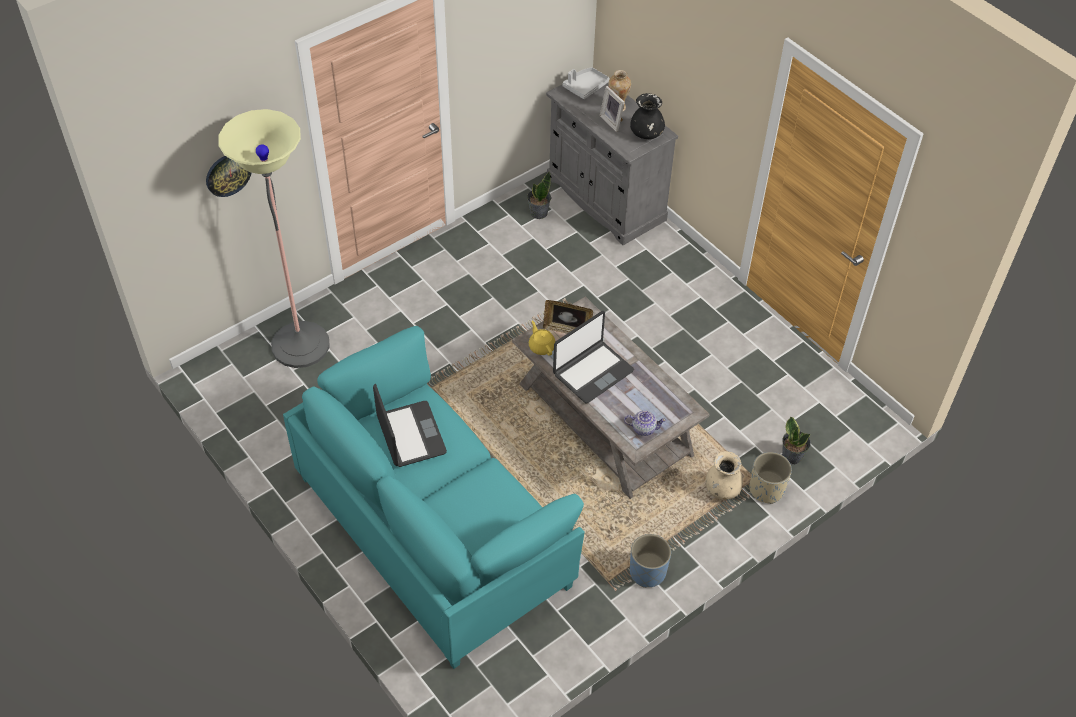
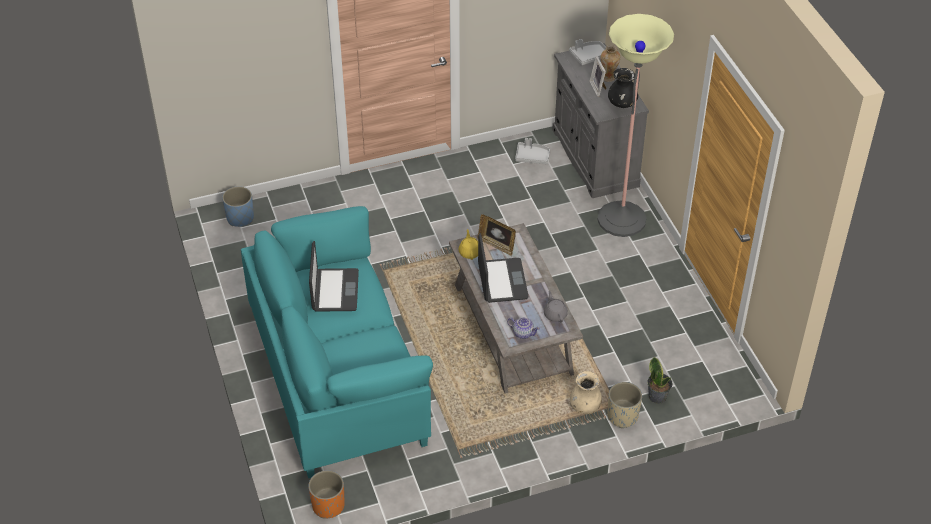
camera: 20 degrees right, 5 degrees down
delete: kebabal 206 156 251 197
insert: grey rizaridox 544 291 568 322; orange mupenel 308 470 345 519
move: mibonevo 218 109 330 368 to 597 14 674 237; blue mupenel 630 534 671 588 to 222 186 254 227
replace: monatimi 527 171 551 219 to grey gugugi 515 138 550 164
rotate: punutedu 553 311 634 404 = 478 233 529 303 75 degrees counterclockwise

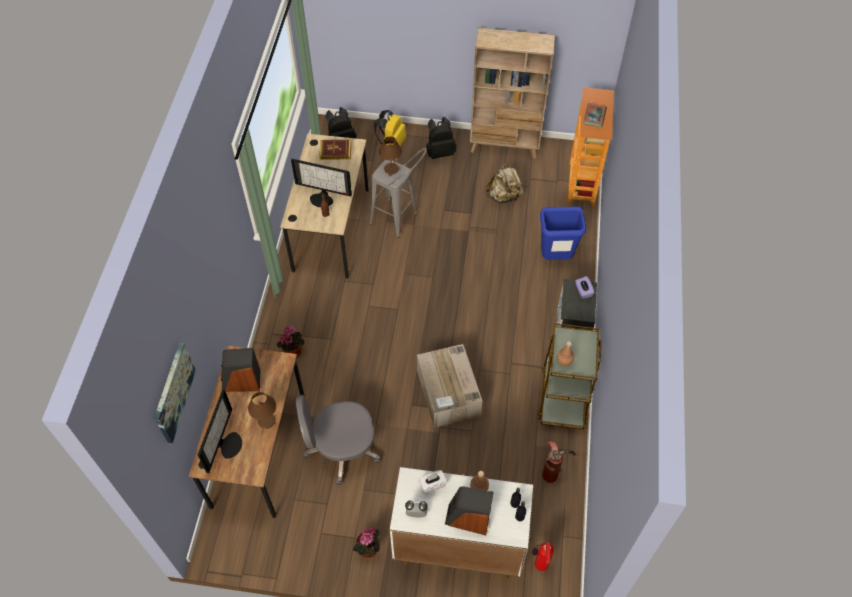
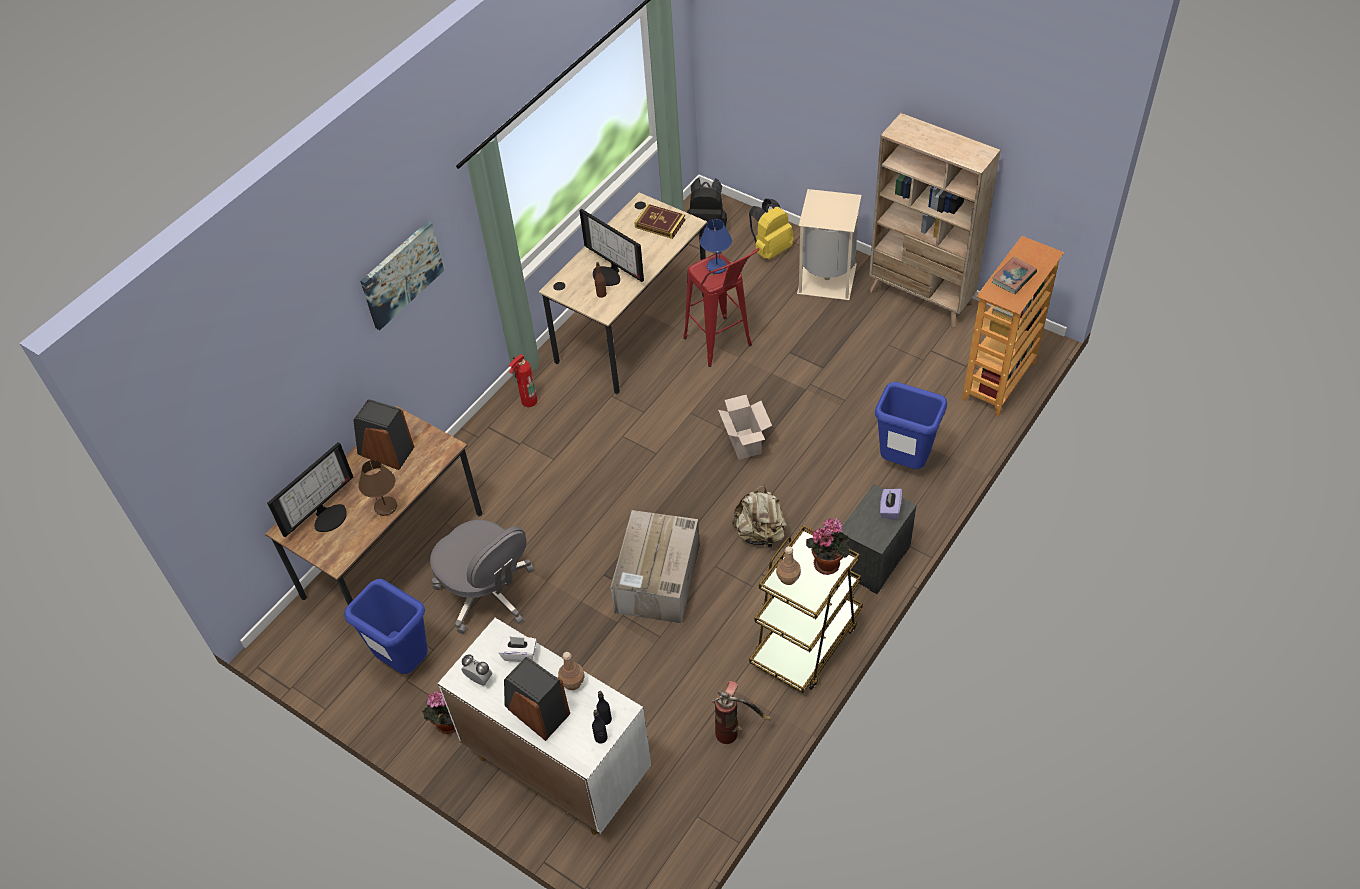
camera: 30 degrees right, 5 degrees down
insert: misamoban 718 395 772 460; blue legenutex 344 579 428 674
move: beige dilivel 486 164 523 203 to 732 485 787 550; monatimi 277 325 305 358 to 806 517 850 575; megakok 154 342 196 443 to 360 221 444 330; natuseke 532 542 554 571 to 508 354 537 407
replace: black dilivel 426 117 456 159 to beige legenutex 797 189 862 300
recolor: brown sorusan 379 136 402 174 to blue sorusan 700 219 732 274; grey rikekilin 370 148 427 238 to red rikekilin 683 248 760 367
rotate: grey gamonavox 296 395 380 485 = 430 520 534 634 150 degrees counterclockwise

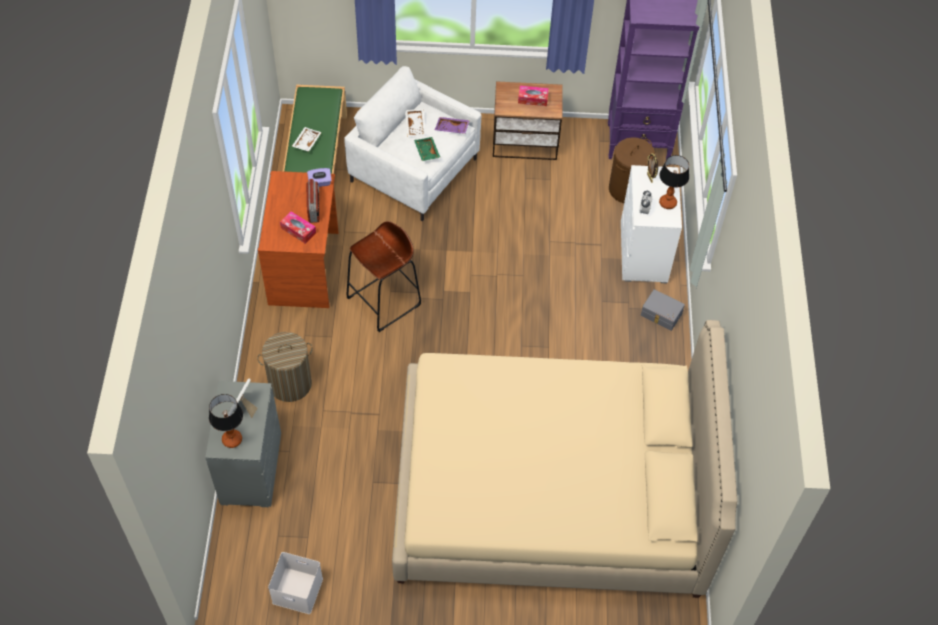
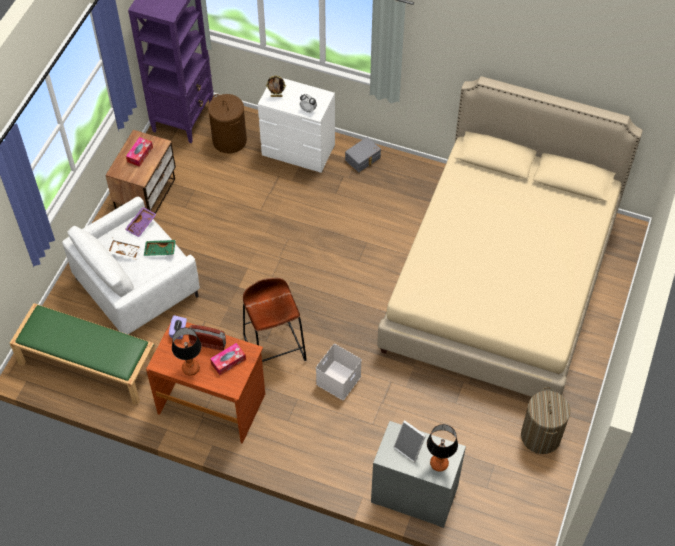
camera: 70 degrees left, 0 degrees up
delete: white gugugi 292 127 322 152
move: sorusan 659 155 689 209 to 172 328 202 376; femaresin 257 332 312 402 to 521 387 571 454; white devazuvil 268 552 323 614 to 316 344 362 400

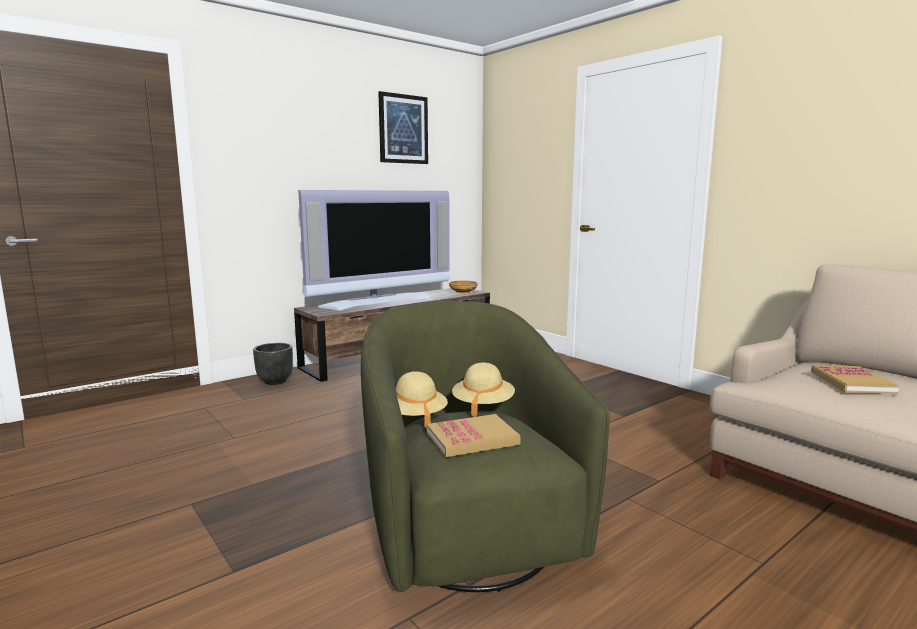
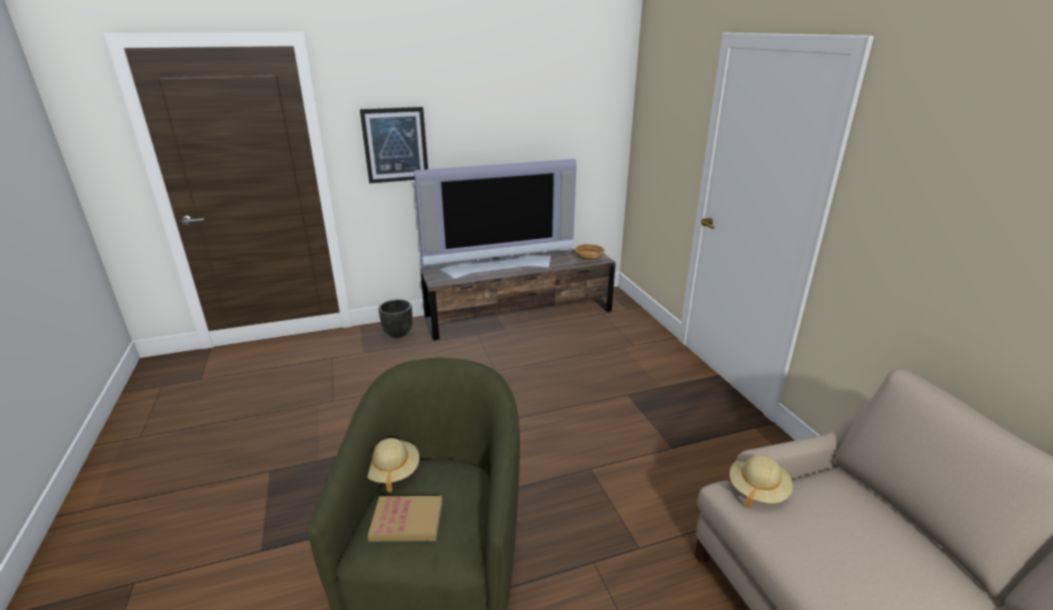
camera: 20 degrees right, 15 degrees up
delete: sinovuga 811 365 899 394
move: megakok 378 91 428 164 to 360 107 428 184; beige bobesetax 452 362 515 417 to 730 455 793 508

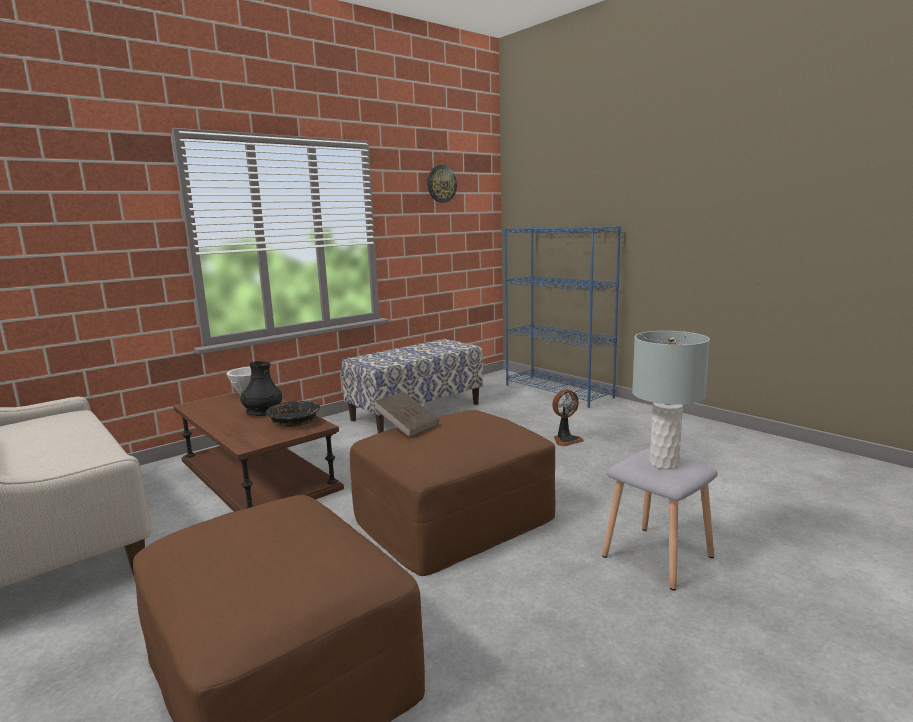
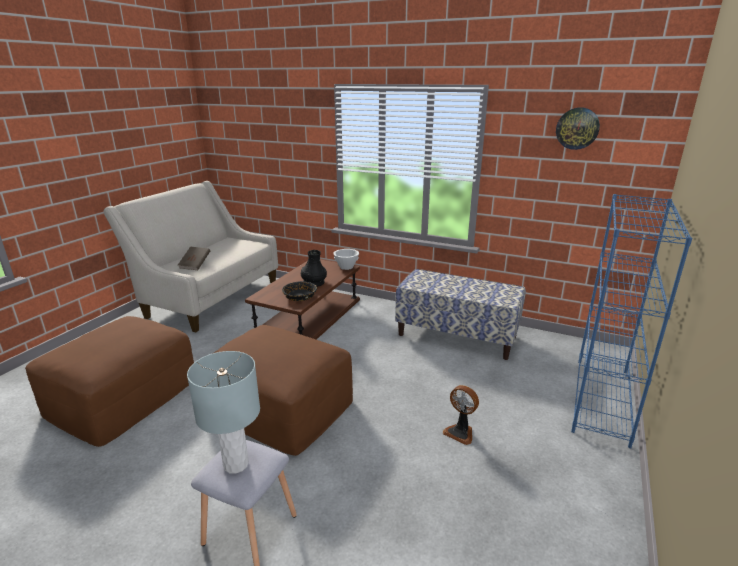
camera: 65 degrees right, 10 degrees up
move: brown sinovuga 373 391 439 437 to 178 247 210 270

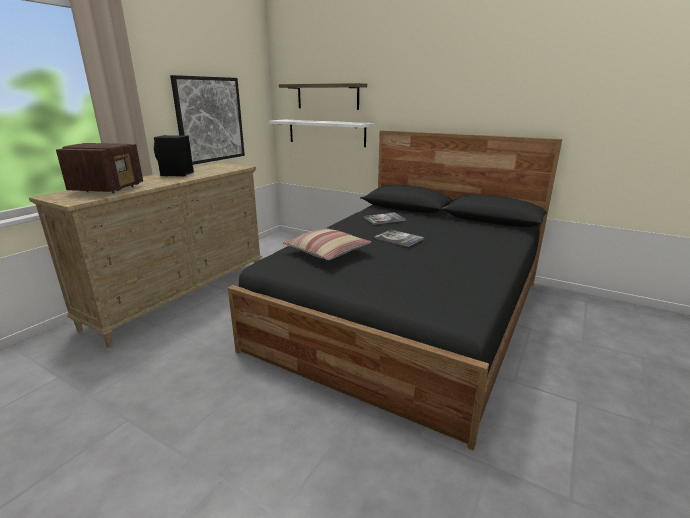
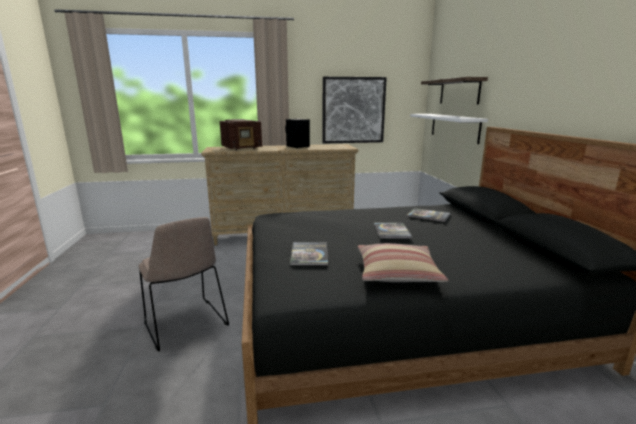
camera: 50 degrees right, 5 degrees down
insert: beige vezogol 139 217 229 352; sinovuga 290 242 328 266
move: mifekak 283 228 371 260 to 358 243 449 282

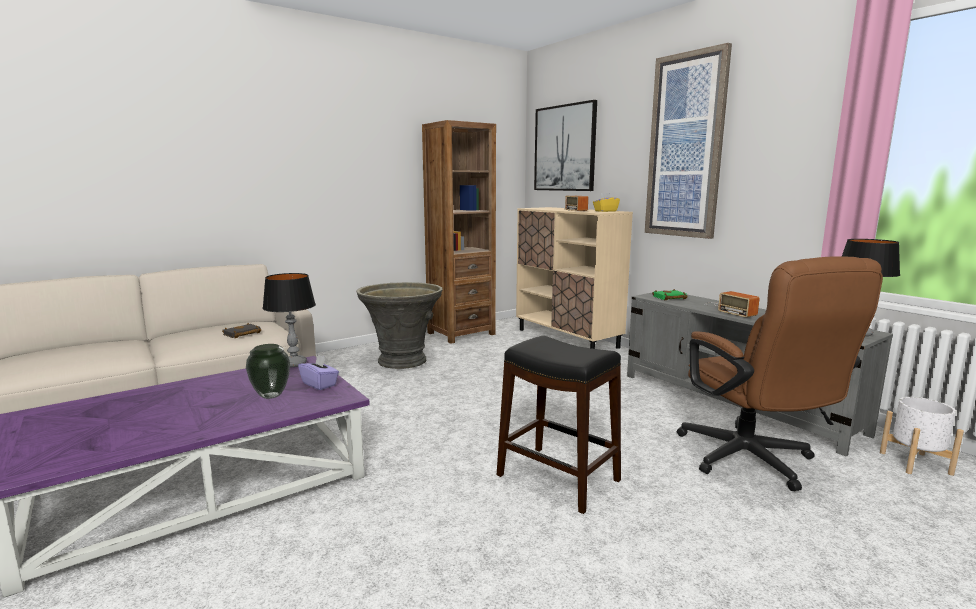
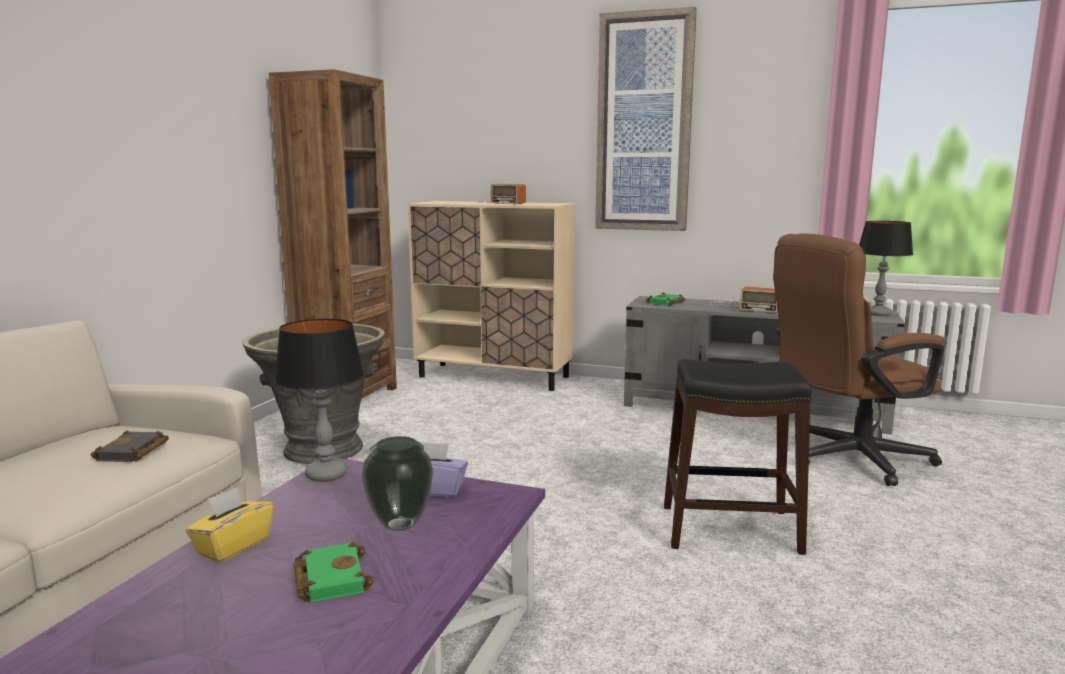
camera: 35 degrees left, 0 degrees up
delete: megakok 534 100 597 191; white mupenel 880 397 964 476
insert: green sinovuga 294 542 373 603
move: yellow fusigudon 593 193 620 212 to 186 487 274 562
rotate: brown gamonavox 677 256 883 491 = 774 233 944 486 120 degrees clockwise

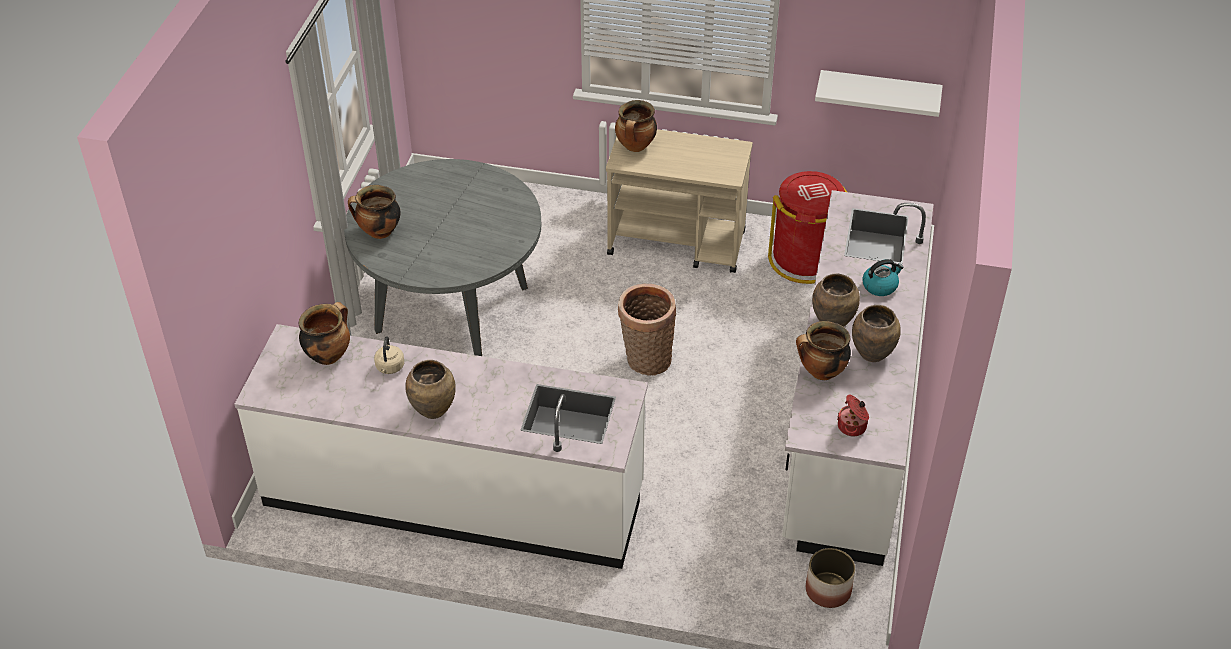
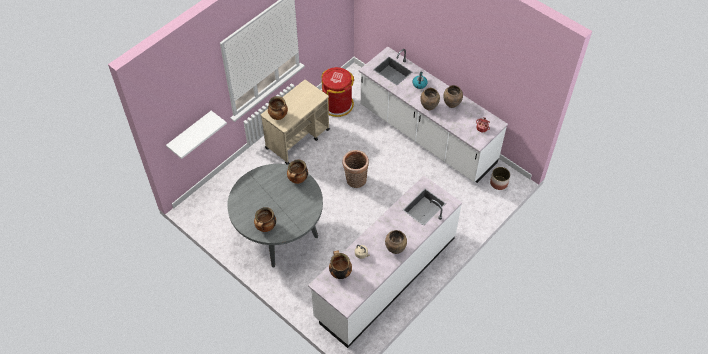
camera: 60 degrees left, 10 degrees up
move: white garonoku 815 70 943 117 to 166 111 227 159; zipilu 796 321 851 380 to 287 160 308 184

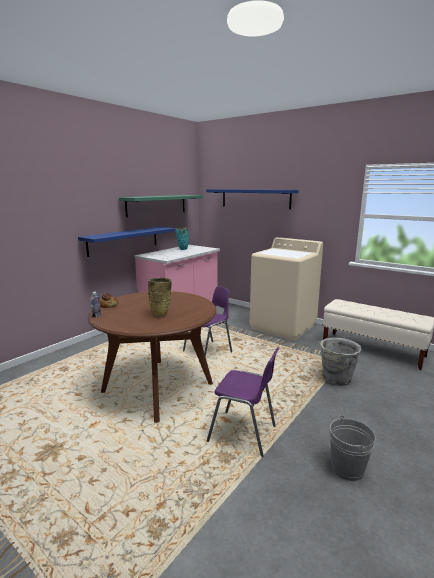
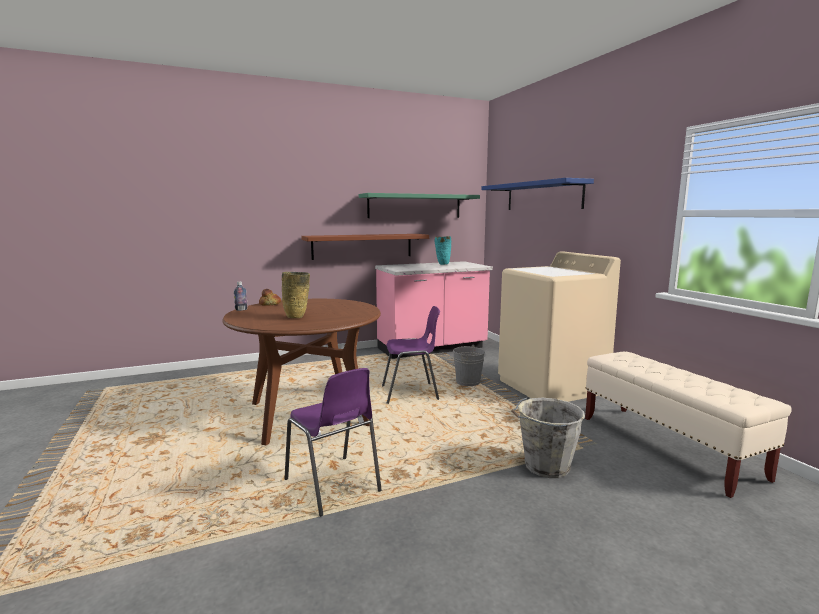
camera: 30 degrees right, 5 degrees down
move: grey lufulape 330 415 376 481 to 453 345 485 386
recolor: blue garonoku 78 227 175 257 to brown garonoku 301 234 429 260

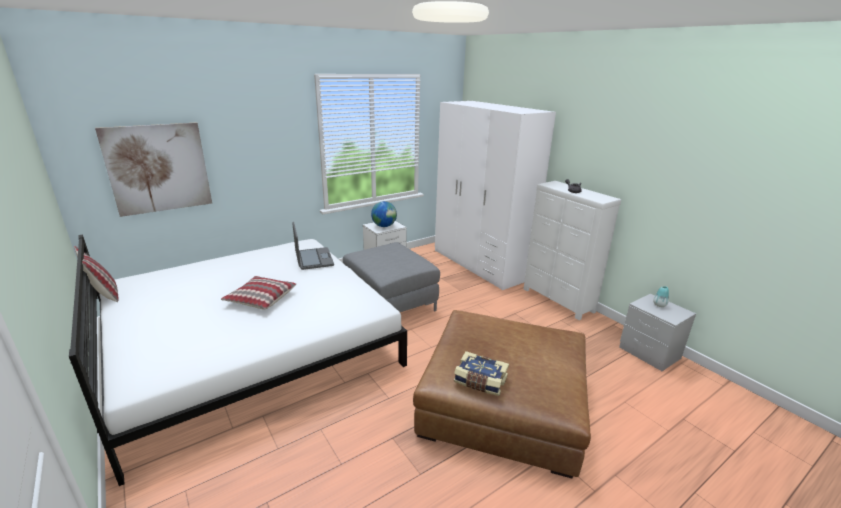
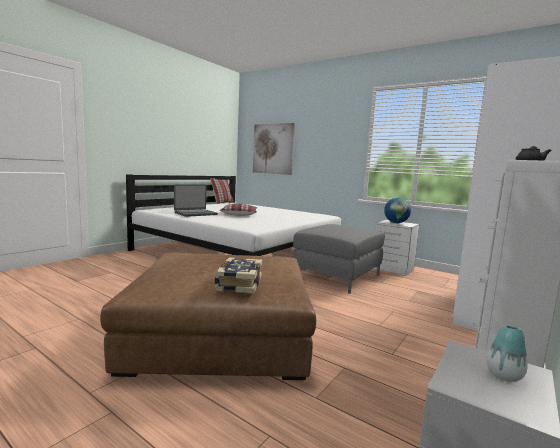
camera: 70 degrees right, 15 degrees down
move: punutedu 292 222 334 270 to 174 184 218 217; sinovuga 454 351 509 396 to 214 257 262 294

